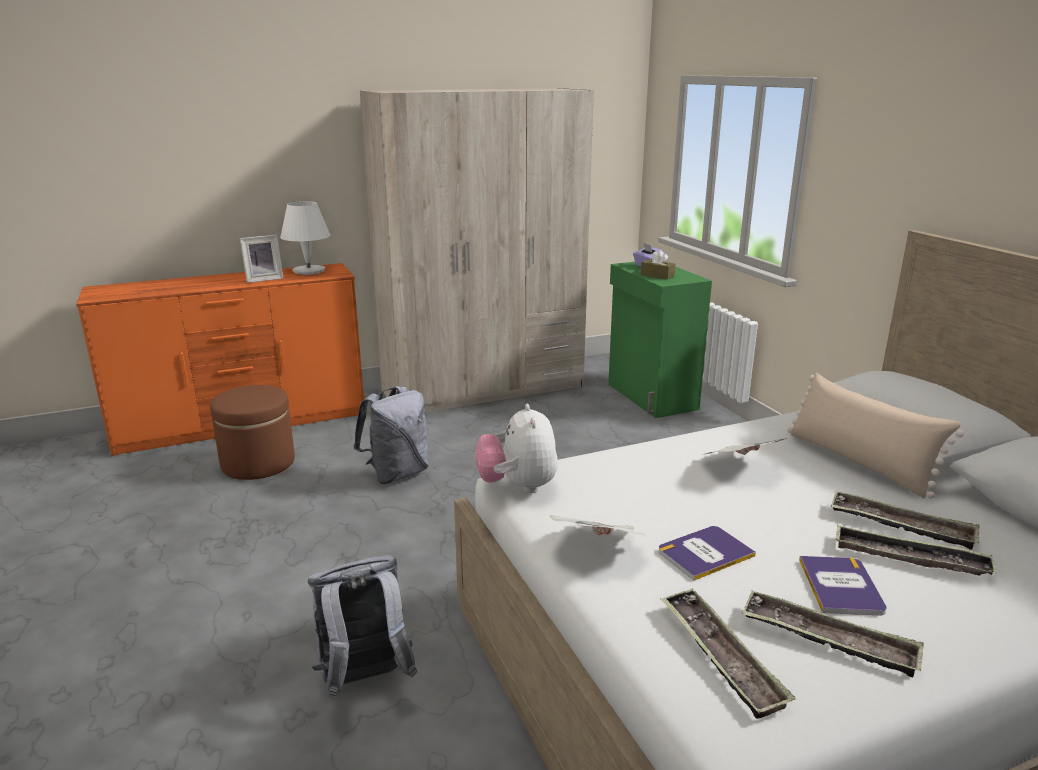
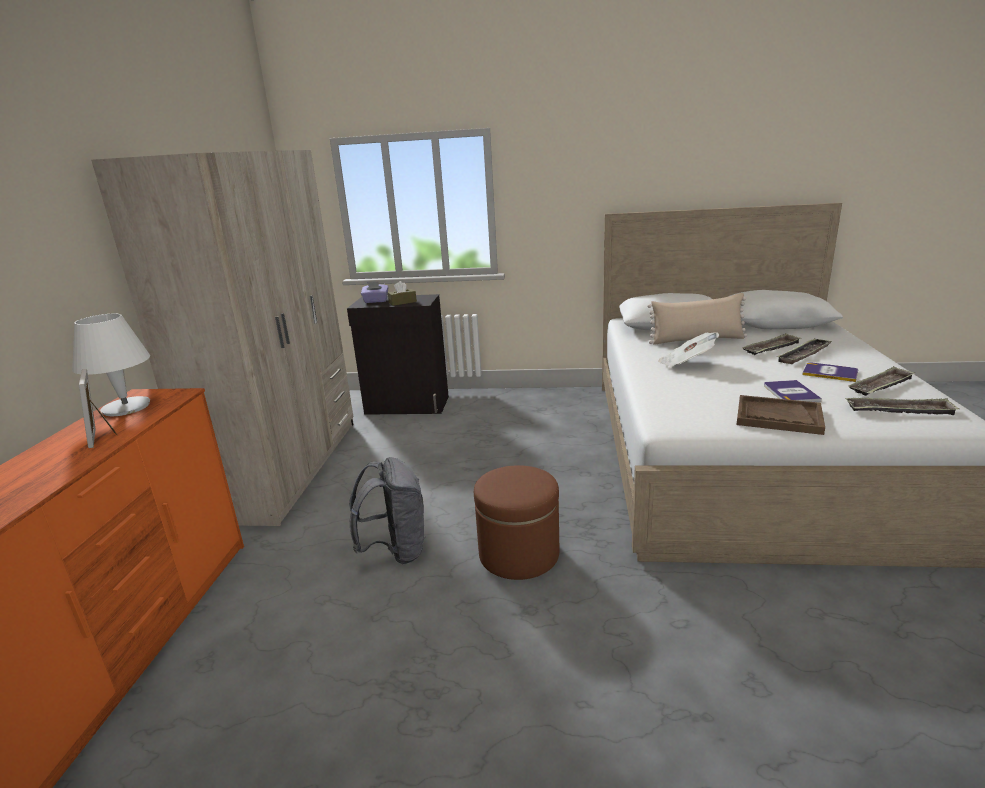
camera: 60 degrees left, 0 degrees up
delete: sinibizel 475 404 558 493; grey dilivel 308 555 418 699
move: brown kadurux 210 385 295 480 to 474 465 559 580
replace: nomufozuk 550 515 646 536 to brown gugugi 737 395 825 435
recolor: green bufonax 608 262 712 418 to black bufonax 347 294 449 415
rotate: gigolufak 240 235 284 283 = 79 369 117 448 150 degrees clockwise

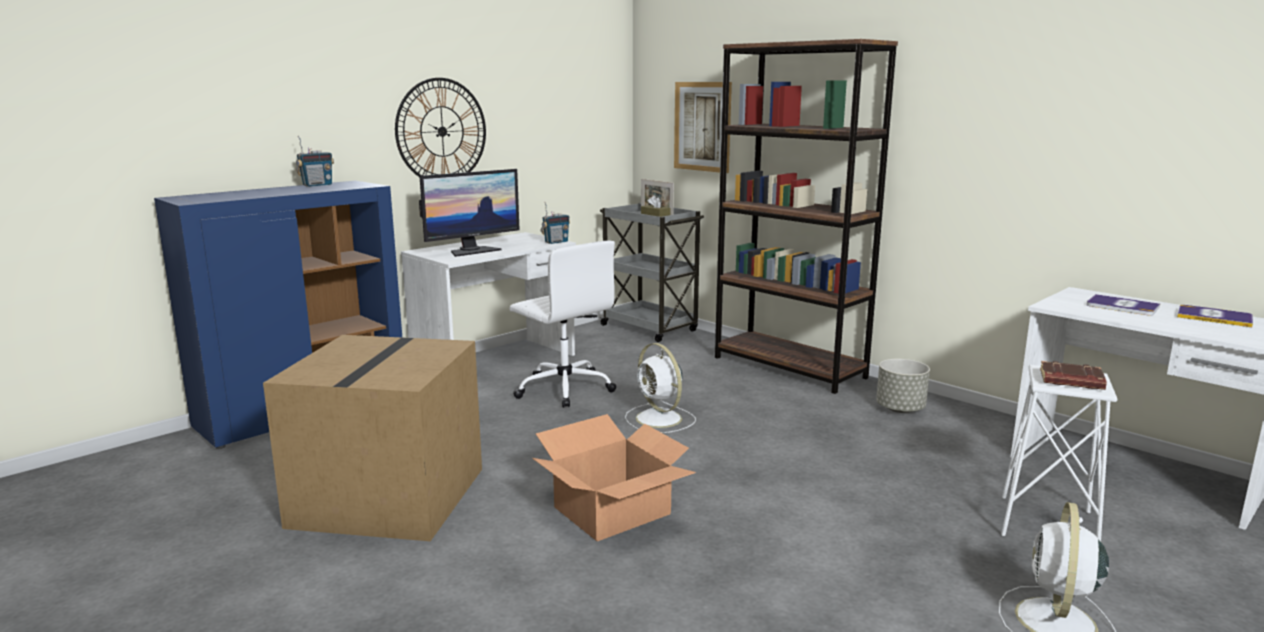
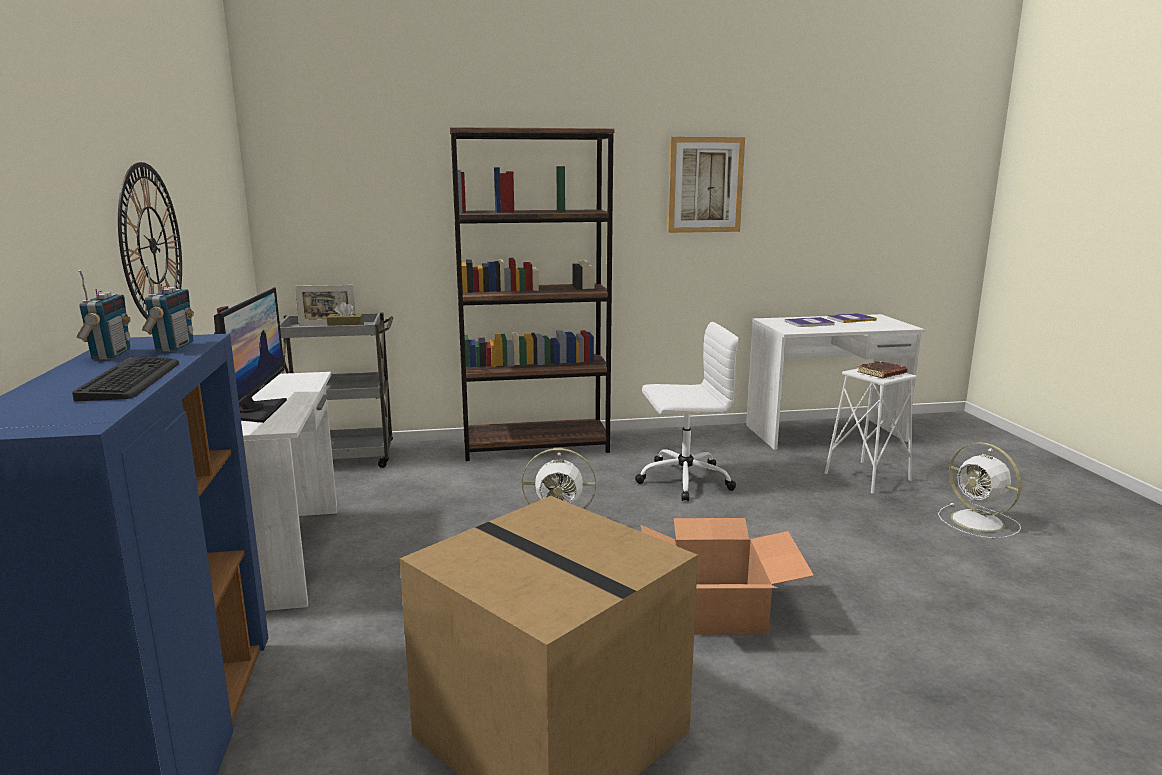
camera: 55 degrees left, 0 degrees up
delete: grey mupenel 876 359 930 413
insert: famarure 72 357 179 401
move: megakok 674 82 732 173 to 668 137 745 233; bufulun 540 202 570 244 to 142 265 194 351; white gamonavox 509 241 617 408 to 635 322 739 501

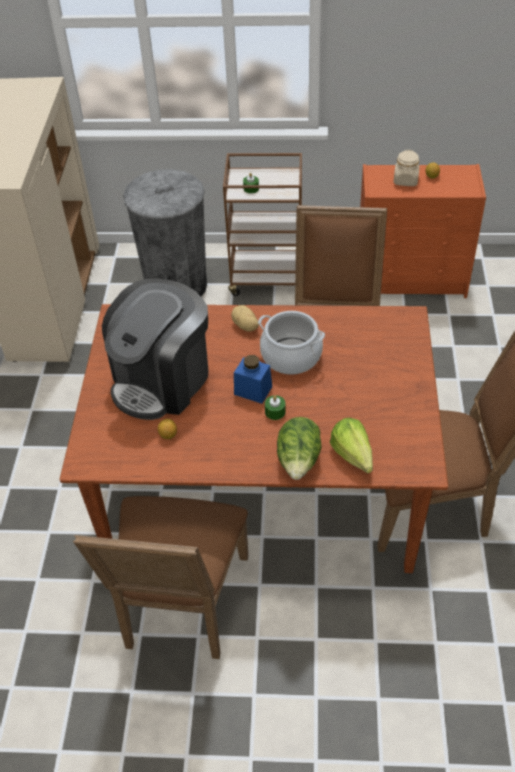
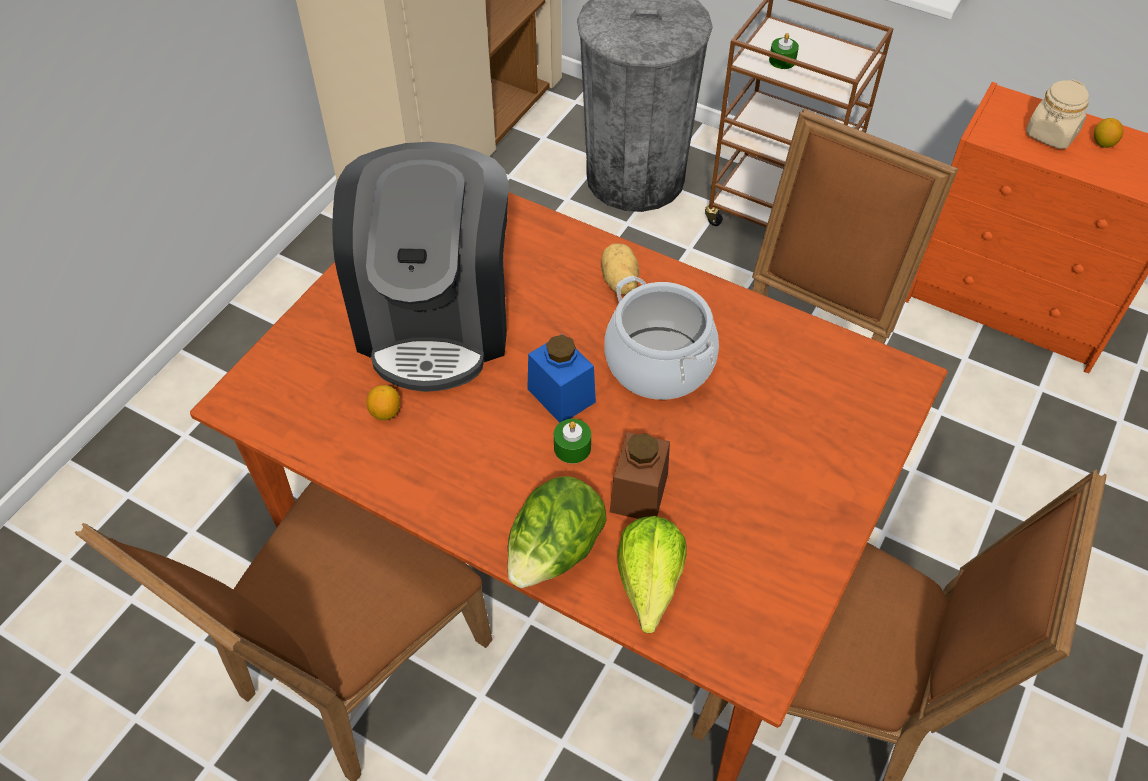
camera: 25 degrees right, 5 degrees up
insert: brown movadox 610 432 670 519
rotate: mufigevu 102 279 208 420 = 332 142 509 392 60 degrees counterclockwise

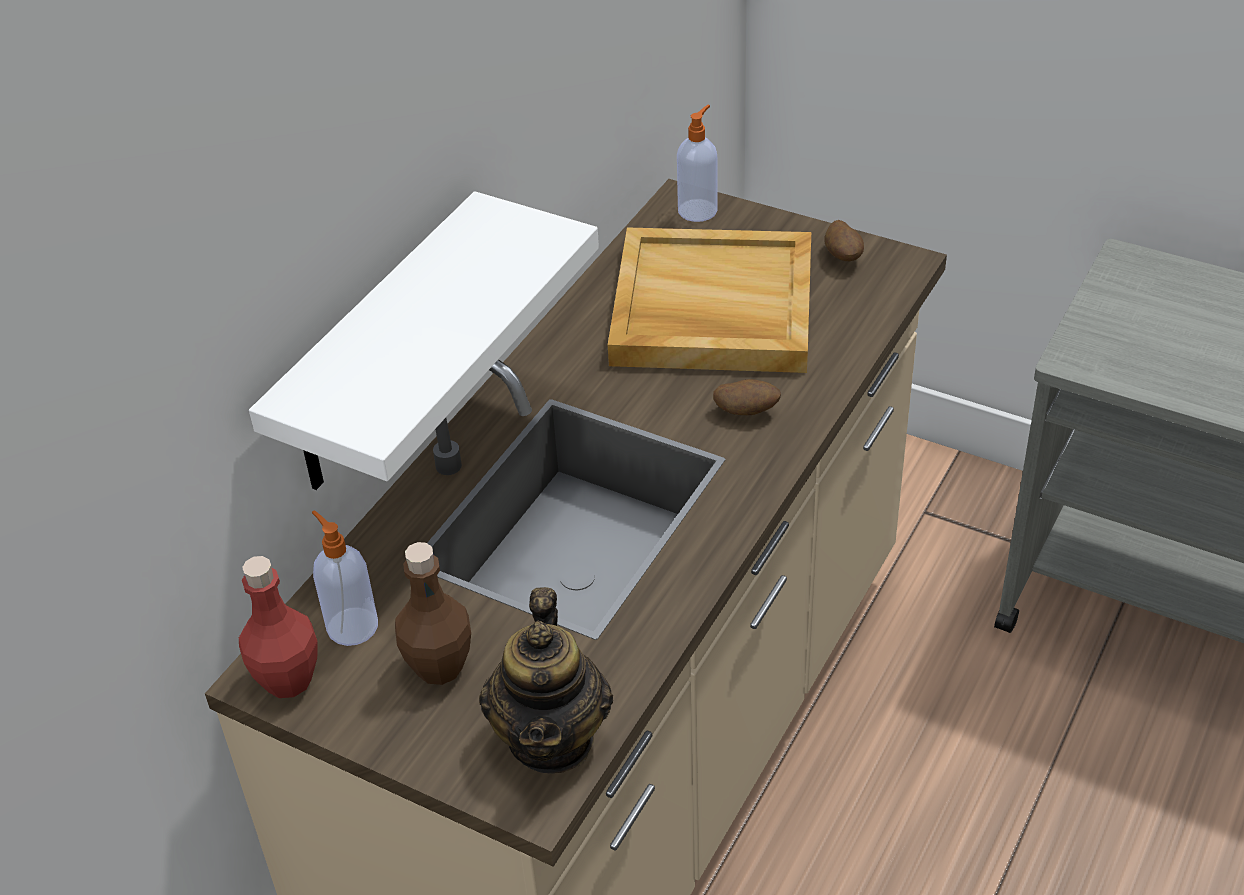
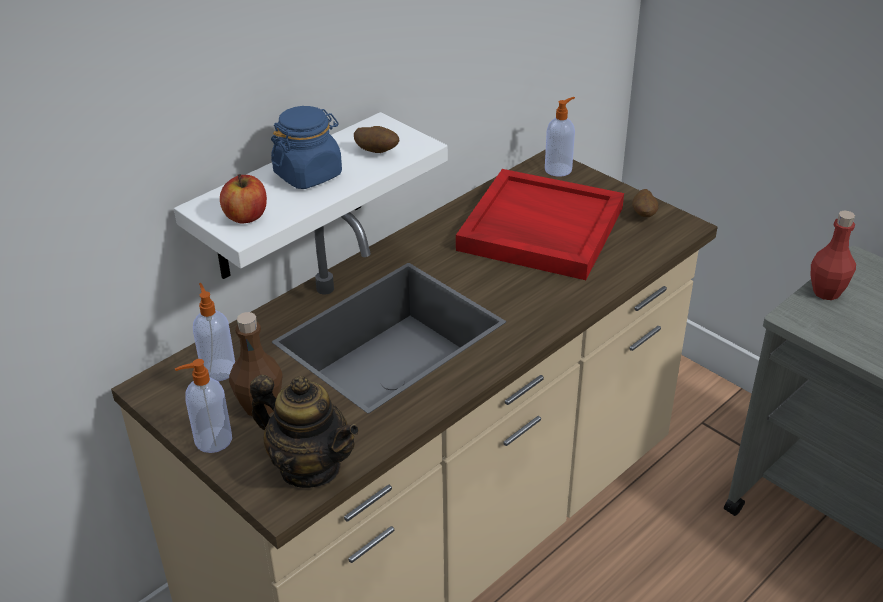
camera: 15 degrees right, 5 degrees down
insert: blue movadox 271 106 342 189; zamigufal 220 174 267 224; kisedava 175 359 232 453
move: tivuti 713 379 781 415 to 354 126 399 153; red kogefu 239 556 318 698 to 811 211 856 300
recolor: beige gugugi 608 227 811 373 to red gugugi 456 169 624 280
rotate: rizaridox 479 587 613 774 = 250 375 359 488 75 degrees counterclockwise

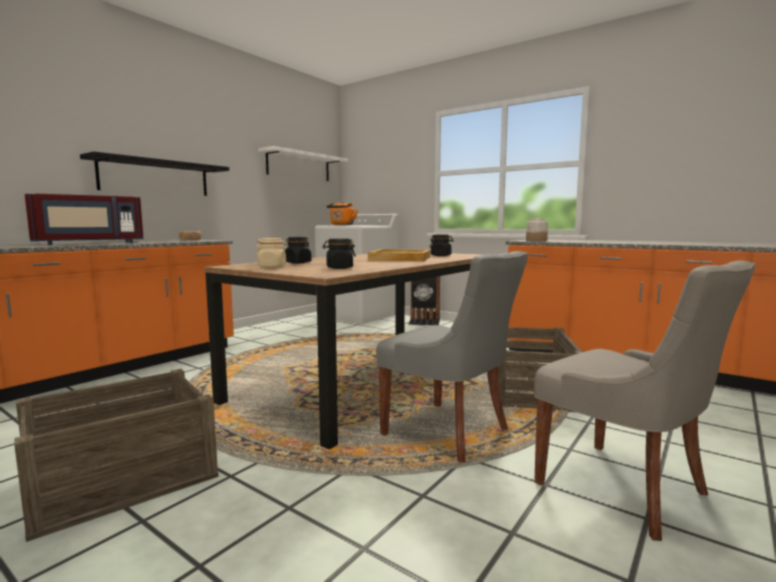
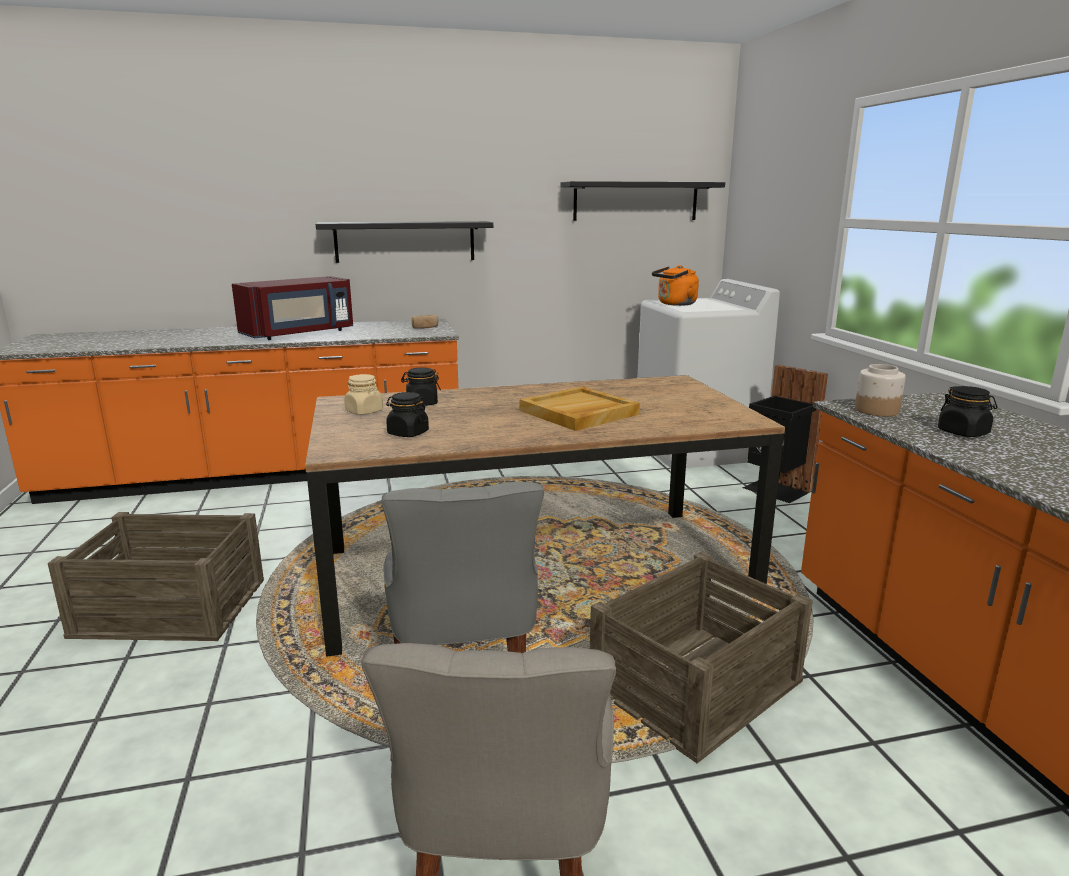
camera: 40 degrees right, 10 degrees up
move: black movadox 430 234 454 256 to 938 386 997 437
recolor: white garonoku 258 146 348 181 to black garonoku 561 181 725 221
rotate: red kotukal 25 194 144 245 = 232 276 353 340 45 degrees counterclockwise

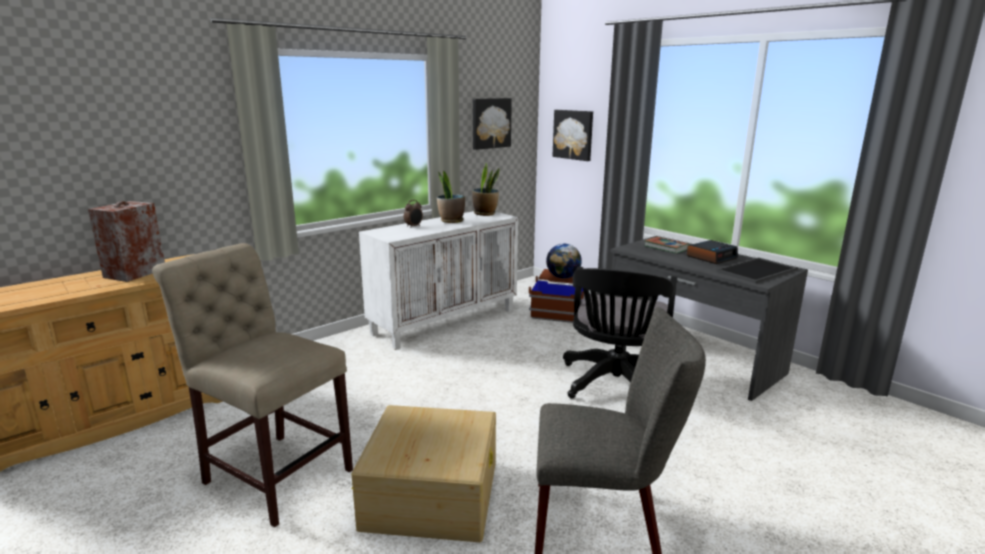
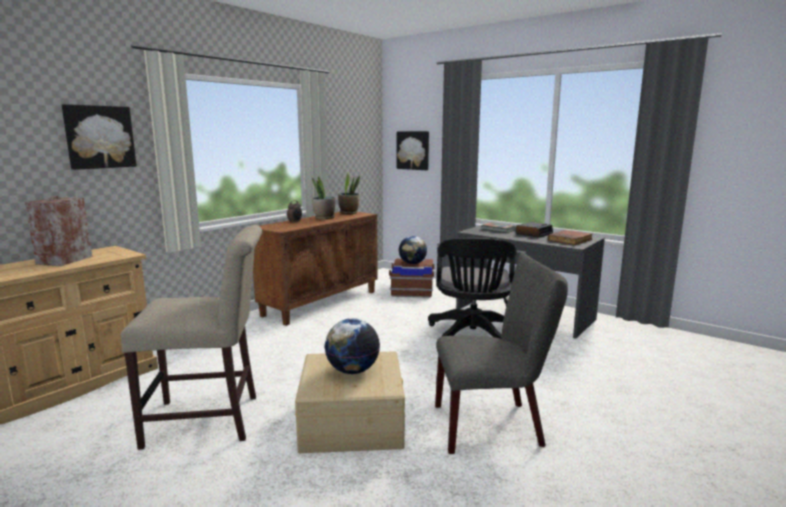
camera: 10 degrees left, 5 degrees down
insert: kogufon 325 318 380 374
move: megakok 473 98 512 150 to 62 104 137 170
replace: gugugi 716 258 798 283 to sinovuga 548 230 592 245
recolor: white bufonax 359 211 518 350 to brown bufonax 253 212 378 326
rotate: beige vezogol 152 243 353 527 = 120 225 262 450 150 degrees clockwise

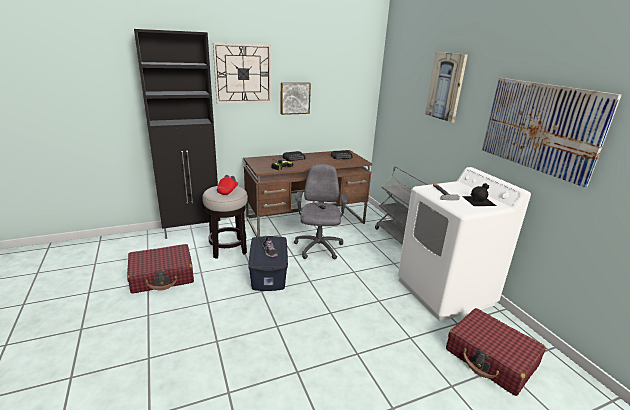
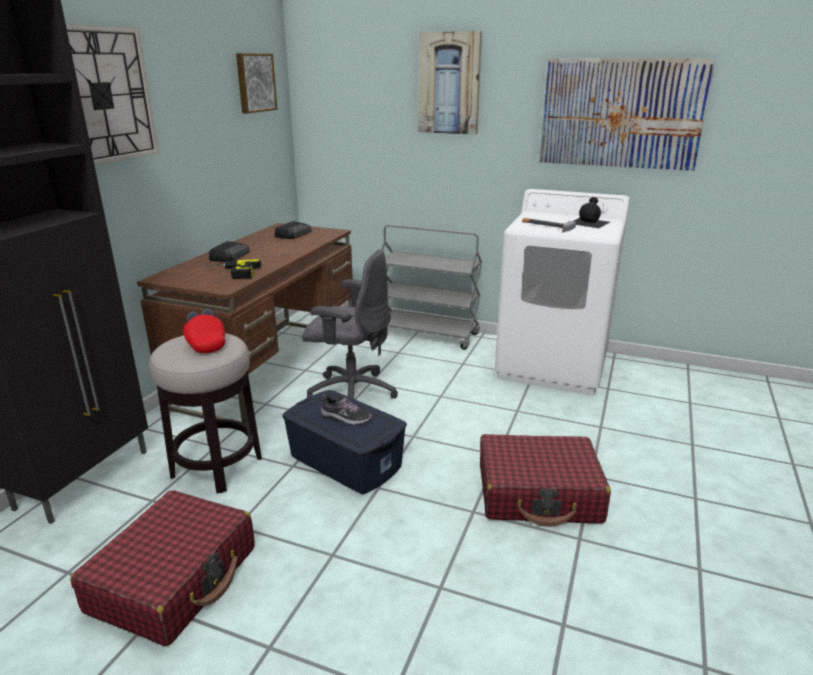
camera: 45 degrees left, 0 degrees up
move: megakok 280 83 311 115 to 236 53 277 113; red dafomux 446 308 546 396 to 480 434 611 527
rotate: grey gamonavox 294 164 348 260 = 302 249 398 399 150 degrees clockwise

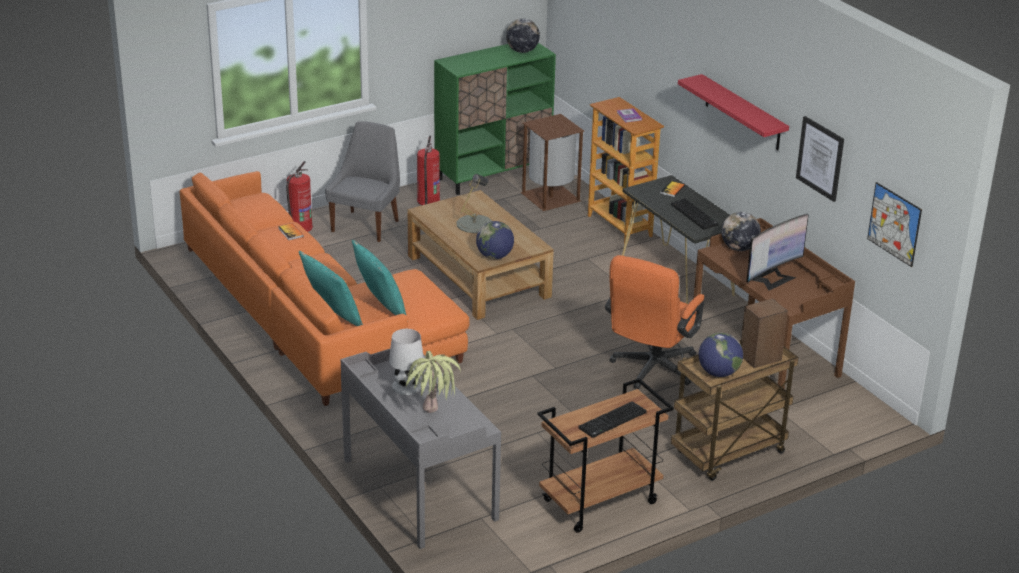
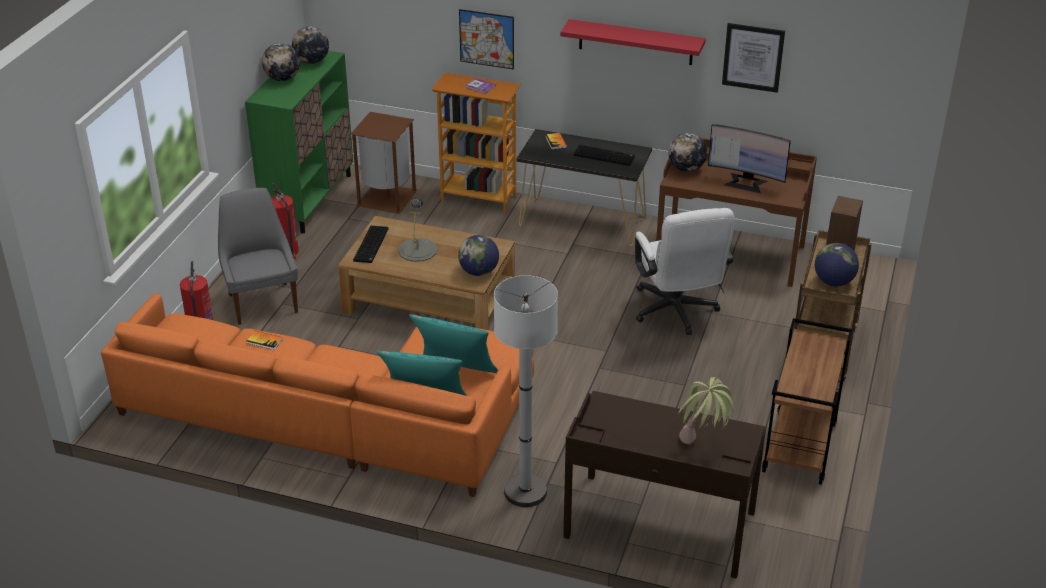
camera: 40 degrees left, 5 degrees up
delete: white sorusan 389 329 424 395
insert: kogufon 262 43 300 81; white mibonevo 494 275 558 507
move: megakok 867 182 922 267 to 459 9 514 70; famarure 578 401 647 438 to 353 226 388 263
recolor: orange gamonavox 605 255 705 389 to white gamonavox 635 208 735 335; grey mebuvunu 341 349 501 549 to brown mebuvunu 563 391 766 579
rotate: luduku 746 214 809 290 = 708 124 791 193 105 degrees clockwise

